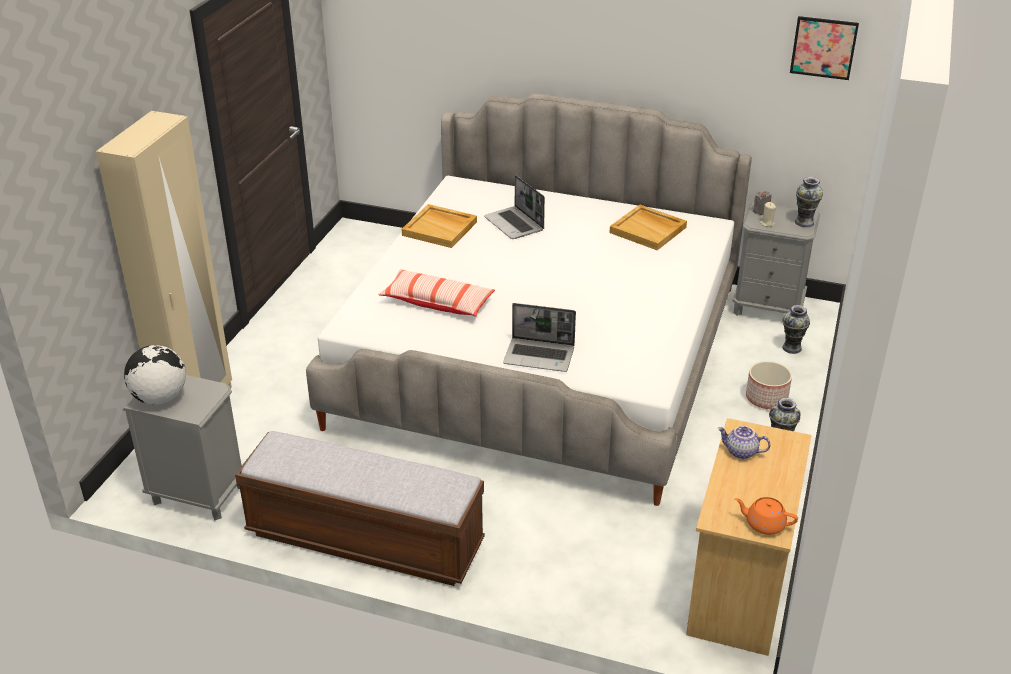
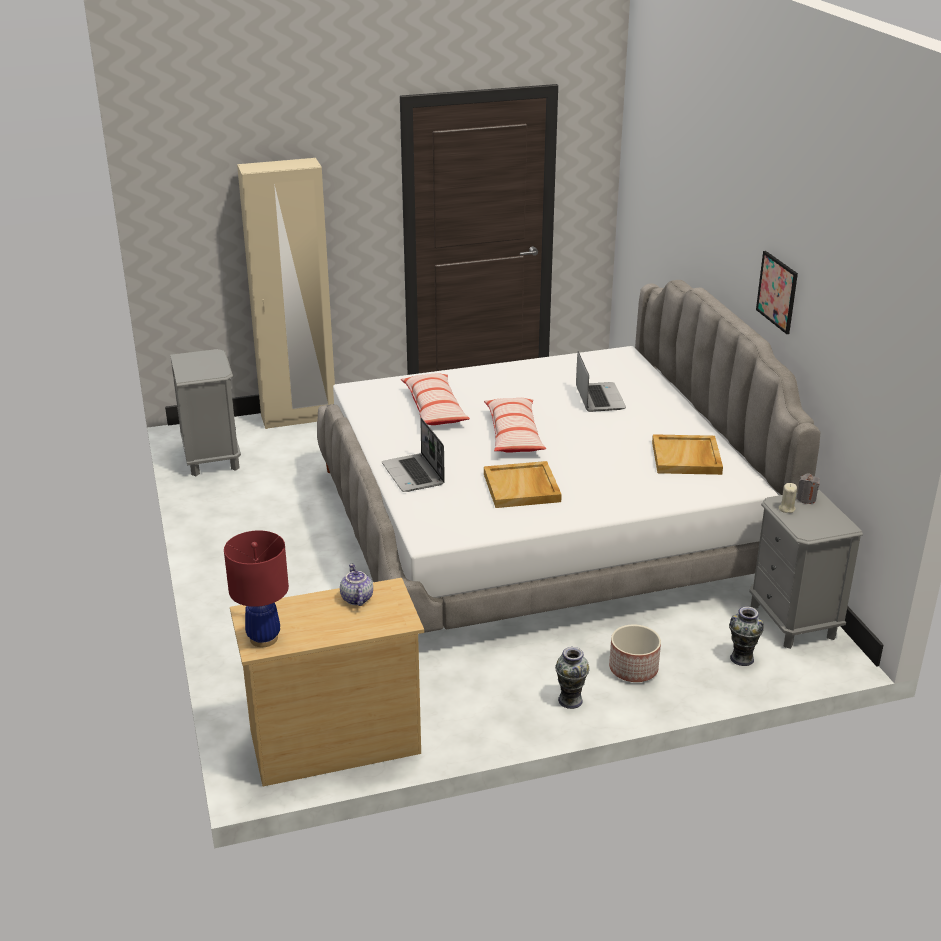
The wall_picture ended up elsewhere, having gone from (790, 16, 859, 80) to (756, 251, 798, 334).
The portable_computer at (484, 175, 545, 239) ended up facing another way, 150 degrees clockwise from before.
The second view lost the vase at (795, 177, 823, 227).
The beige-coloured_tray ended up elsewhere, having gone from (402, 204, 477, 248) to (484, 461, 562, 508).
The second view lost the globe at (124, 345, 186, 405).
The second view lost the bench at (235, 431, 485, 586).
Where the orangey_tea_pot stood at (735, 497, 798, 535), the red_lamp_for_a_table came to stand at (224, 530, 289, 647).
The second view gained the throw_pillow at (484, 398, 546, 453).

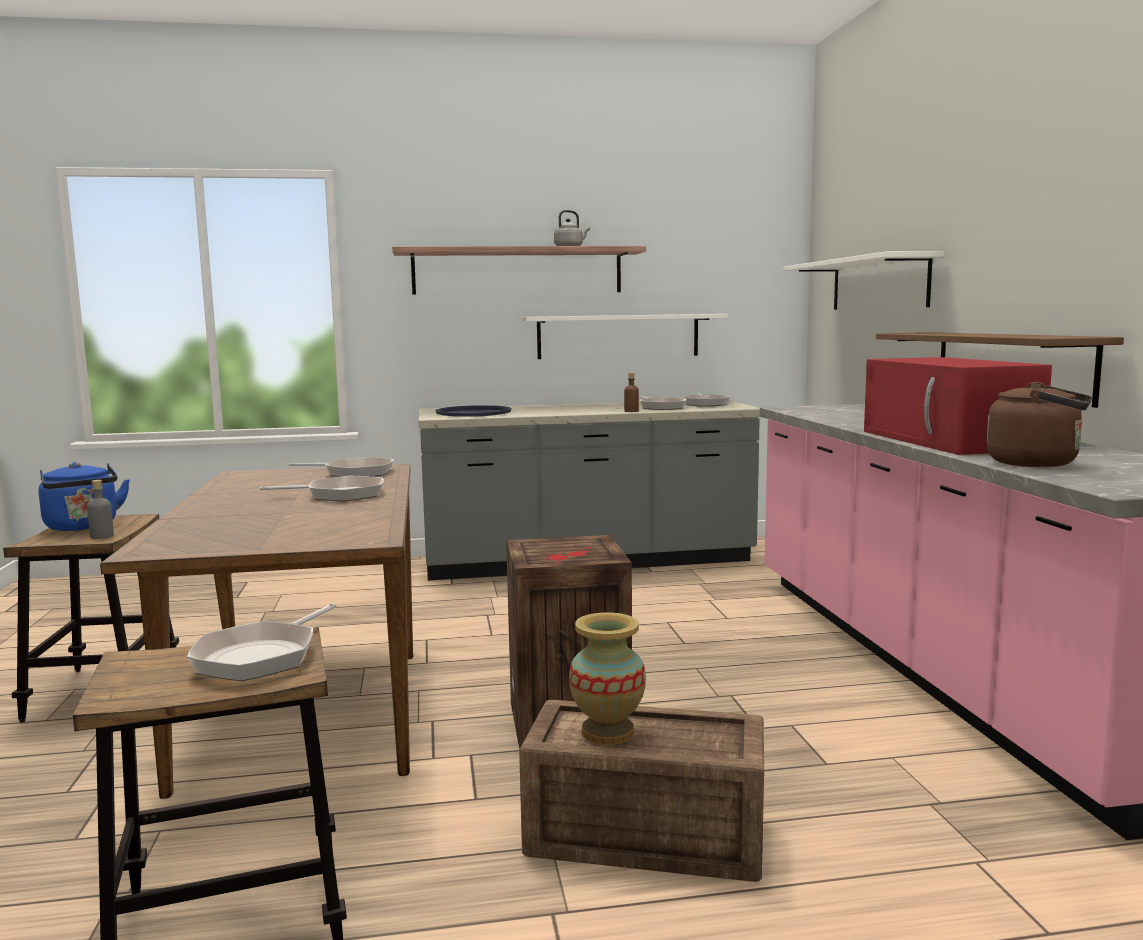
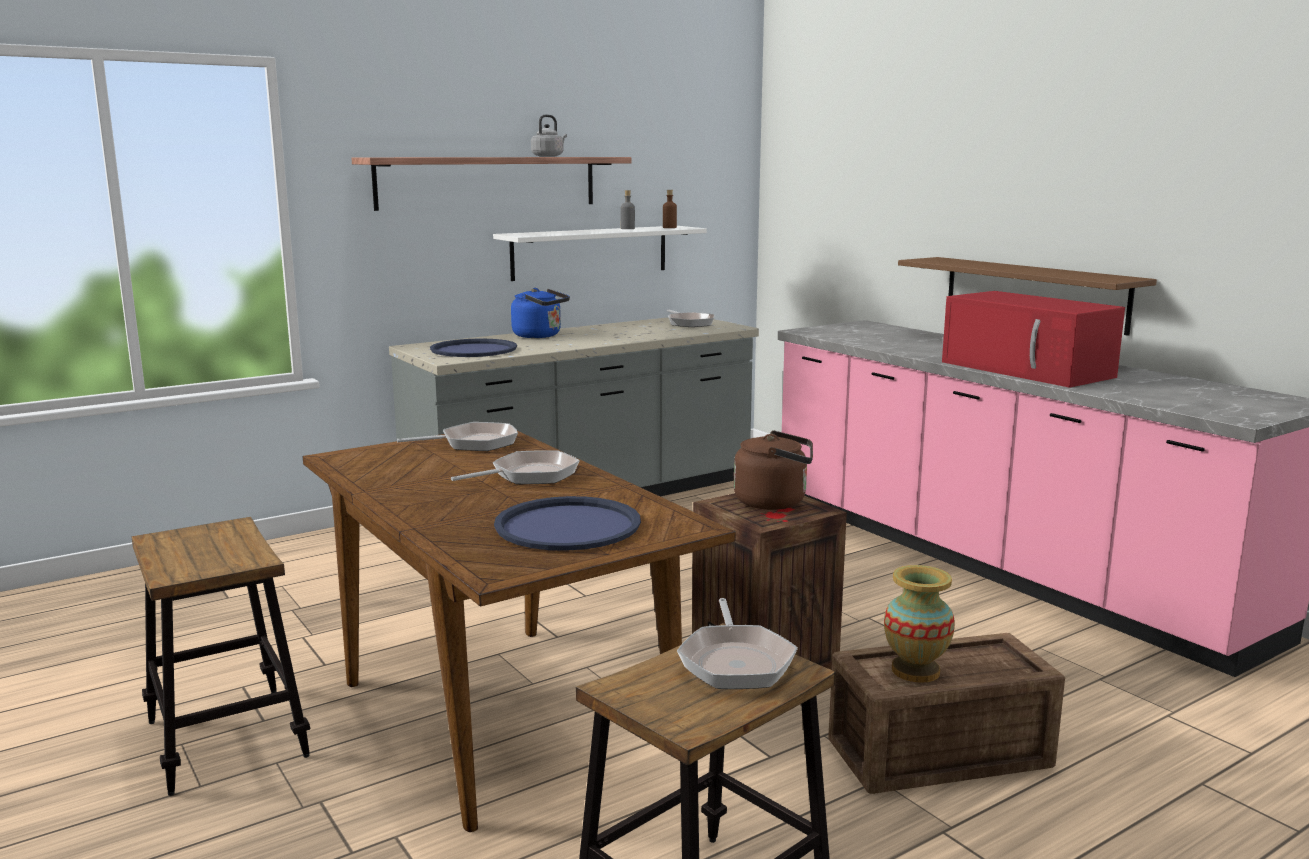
The second view lost the white_bracket_shelf at (783, 251, 944, 310).
The brown_beverage_bottle ended up elsewhere, having gone from (624, 373, 639, 412) to (663, 190, 677, 228).
The brown_water_kettle ended up elsewhere, having gone from (986, 382, 1092, 467) to (734, 430, 813, 510).
The second view lost the frying_pan at (639, 396, 686, 410).
The blue_water_kettle ended up elsewhere, having gone from (39, 462, 130, 531) to (511, 288, 570, 338).
The grey_beverage_bottle ended up elsewhere, having gone from (87, 480, 114, 539) to (621, 190, 635, 229).
The second view gained the blue_tray at (494, 496, 641, 551).

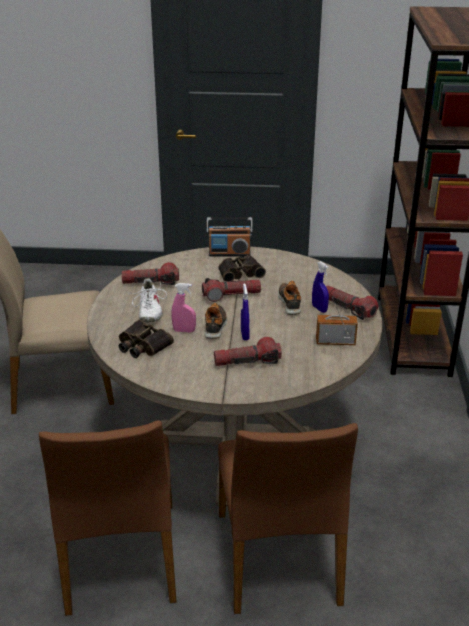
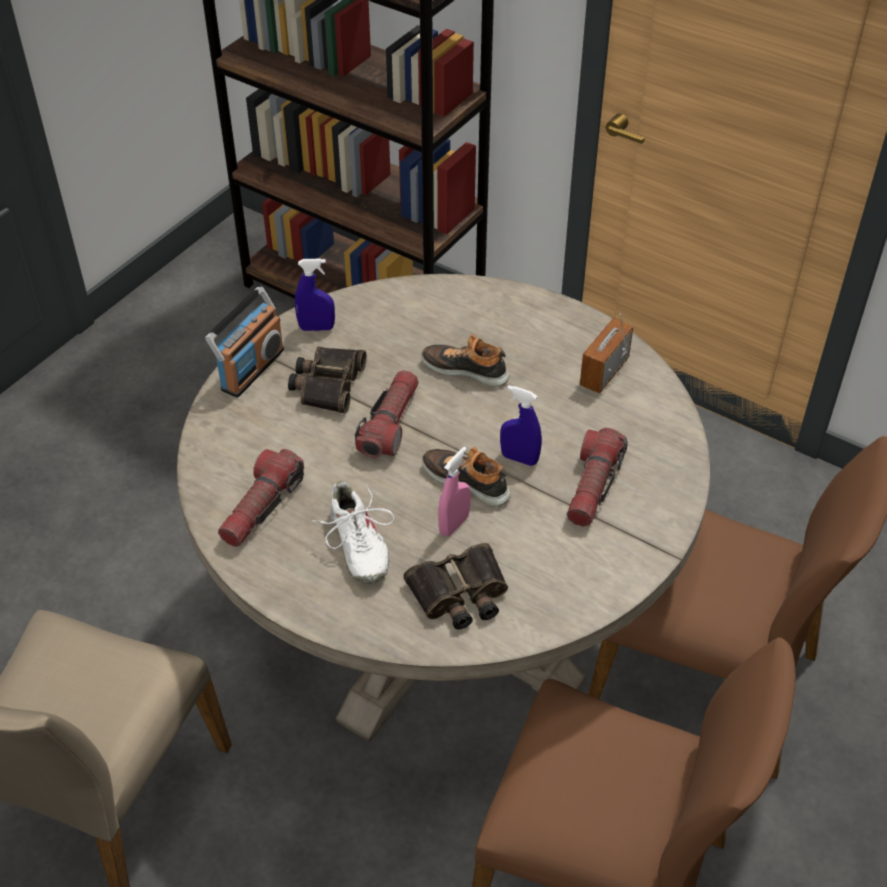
The blue_spray_bottle ended up elsewhere, having gone from (312, 261, 329, 313) to (295, 259, 335, 331).
The white_item_of_footwear at (129, 278, 167, 322) ended up facing another way, 45 degrees clockwise from before.
The second view lost the flashlight at (326, 285, 378, 320).

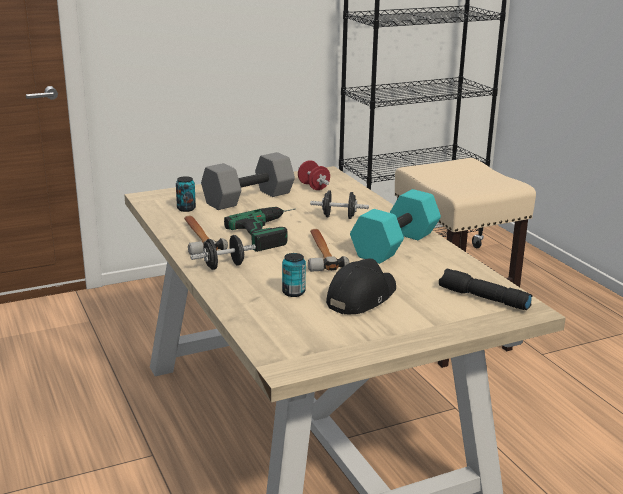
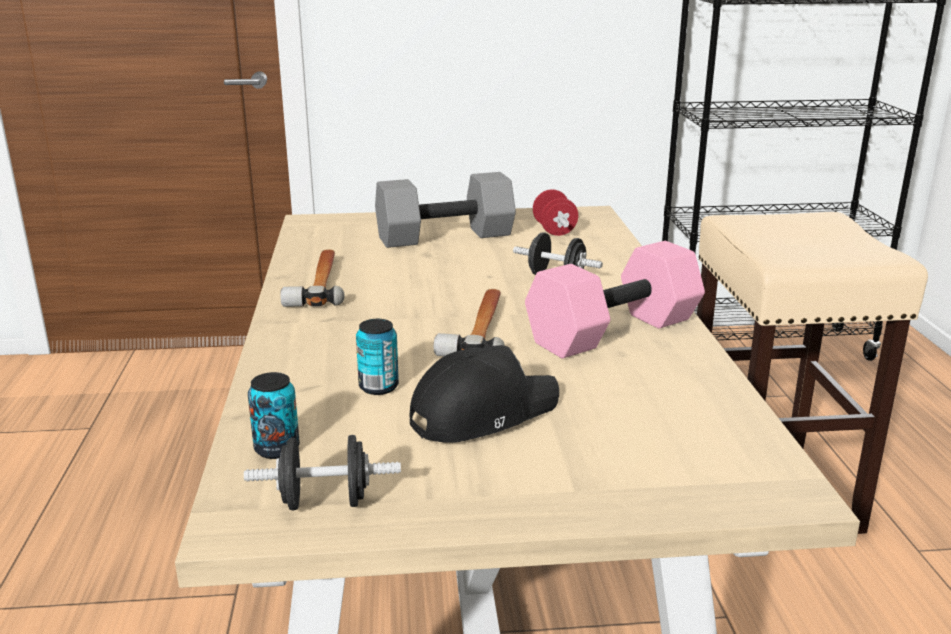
The can ended up elsewhere, having gone from (176, 176, 196, 212) to (248, 372, 300, 459).
What was the blue-green_hand_weight at (350, 189, 441, 264) turned into the pinkish_hand_weight at (525, 241, 705, 359).
The second view lost the drill at (224, 207, 295, 252).
The black-coloured_hand_weight ended up elsewhere, having gone from (190, 235, 256, 270) to (244, 435, 401, 511).
The second view lost the black-coloured_flashlight at (439, 268, 533, 310).

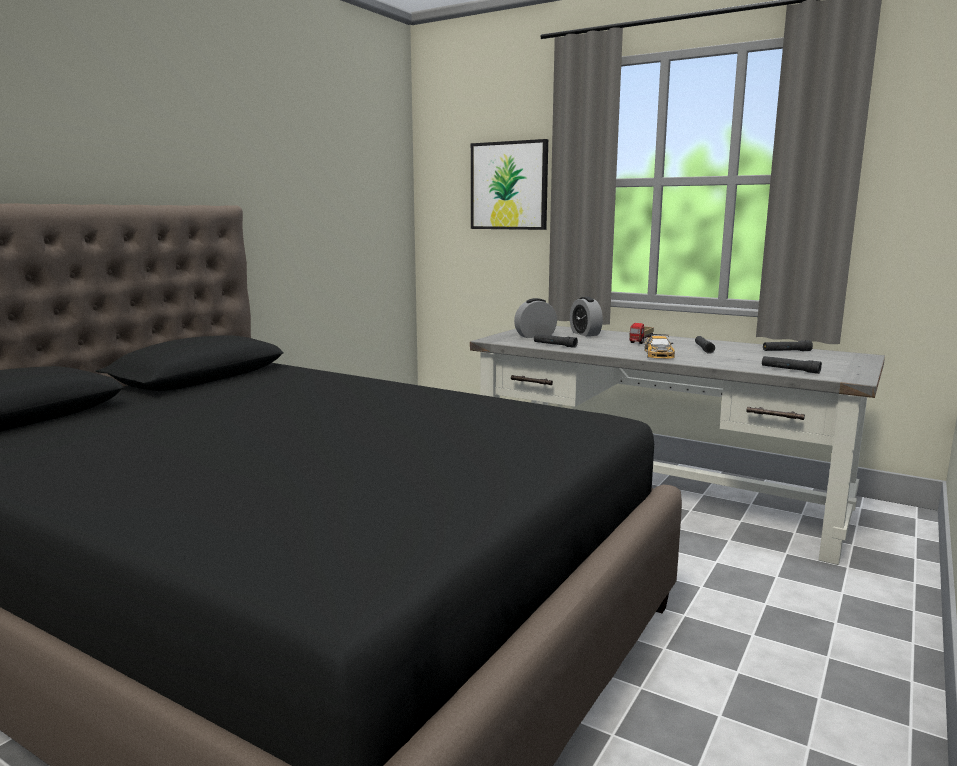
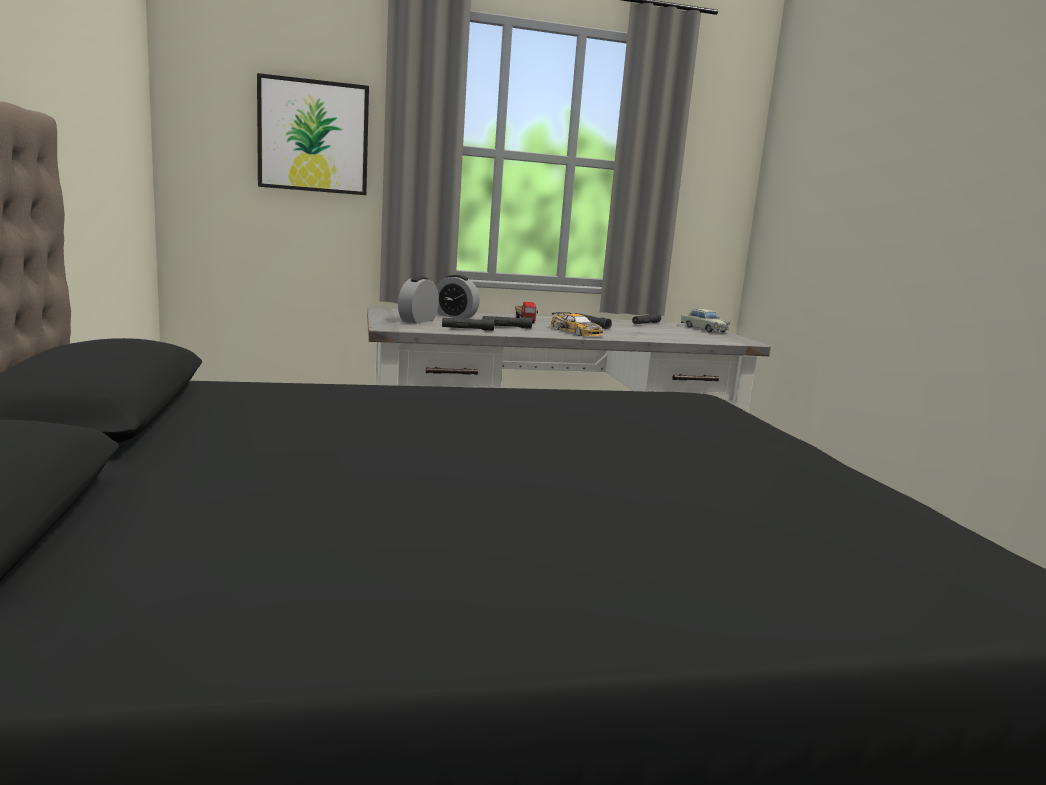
The black-coloured_flashlight ended up elsewhere, having gone from (762, 356, 822, 374) to (483, 316, 532, 329).
The second view gained the beige-coloured_toy_car at (681, 309, 730, 332).

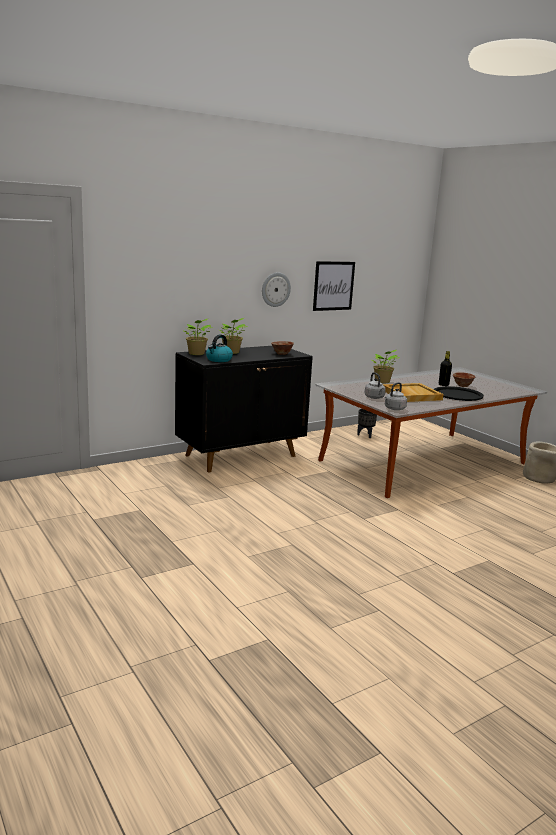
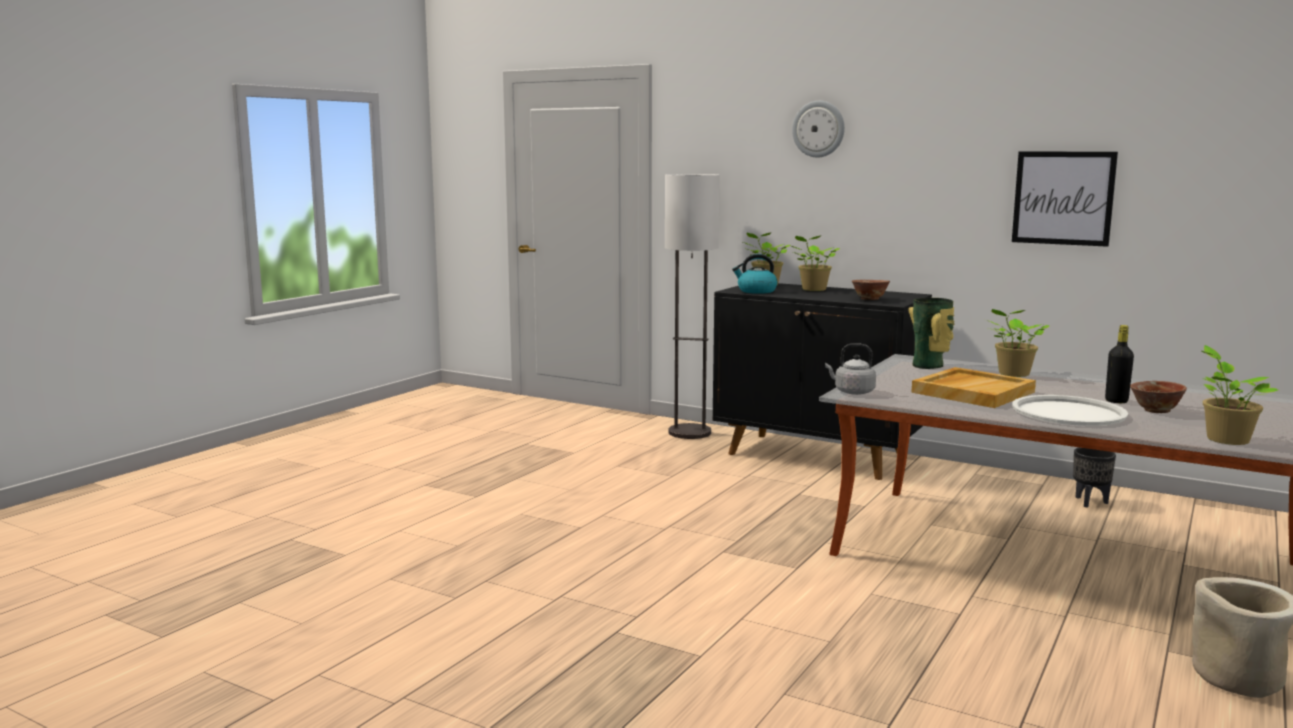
The clock_on_the_wall ended up elsewhere, having gone from (262, 272, 291, 307) to (792, 101, 845, 158).
The second view lost the grey_water_kettle at (365, 372, 386, 399).
What was the black-coloured_tray at (434, 386, 484, 401) turned into the white_tray at (1012, 395, 1128, 426).
The second view gained the standard_lamp at (665, 174, 720, 439).
The second view gained the vase at (908, 298, 954, 369).
The second view gained the houseplant at (1201, 345, 1278, 445).

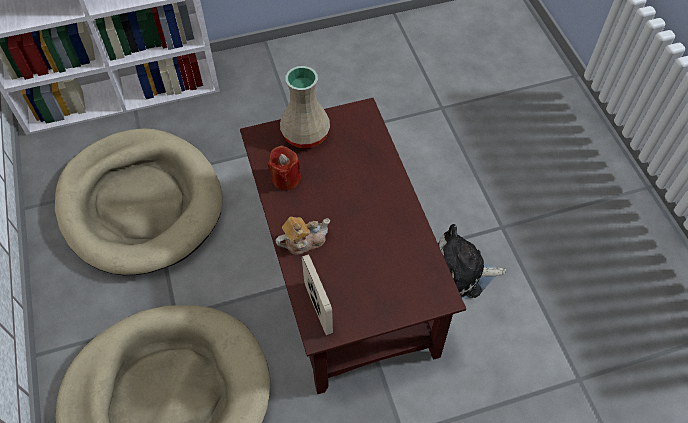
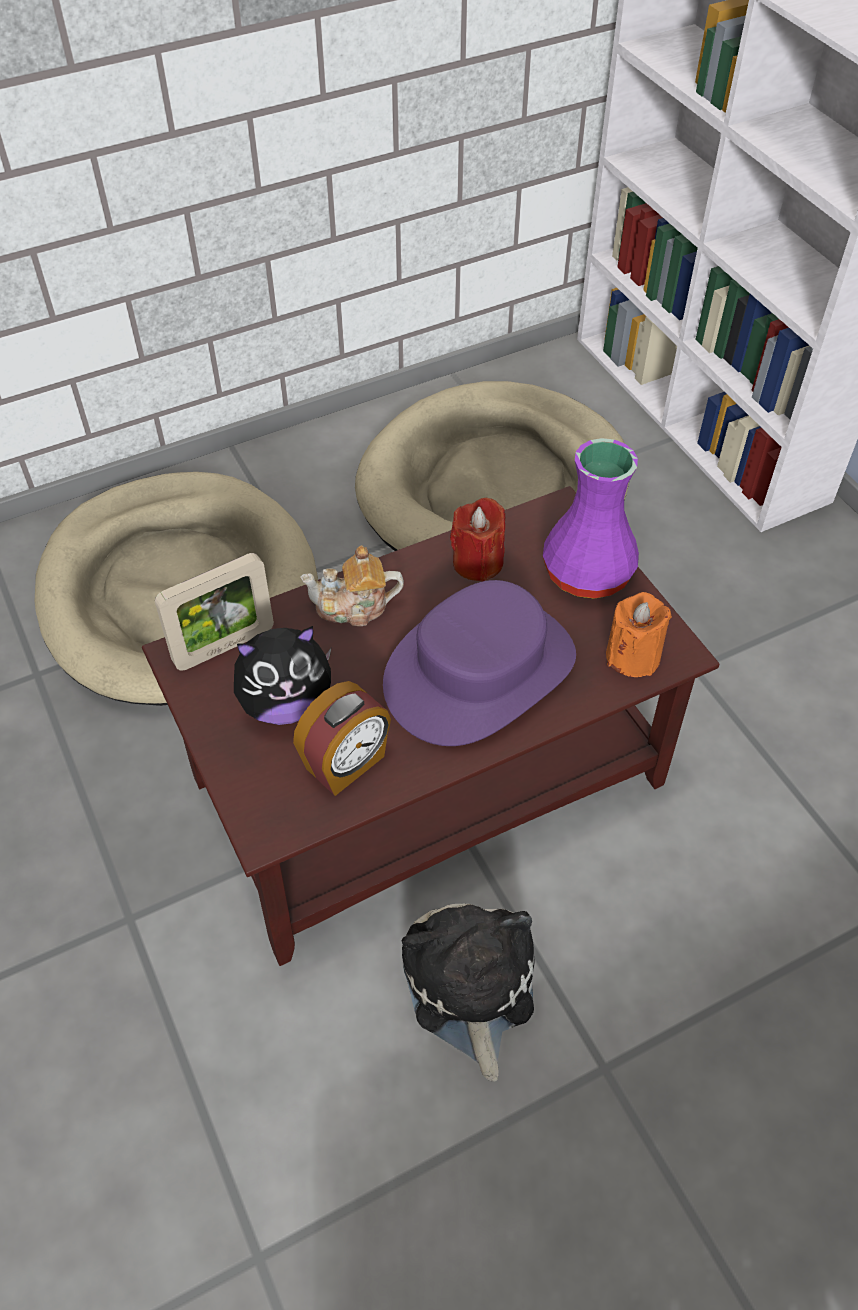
What was the beige-coloured_vase at (280, 66, 330, 148) turned into the purple_vase at (543, 438, 639, 599).
The tea_pot at (276, 217, 330, 255) ended up facing another way, 120 degrees clockwise from before.
The second view gained the purple_hat at (383, 580, 576, 746).
The second view gained the orangey_wax_candle at (606, 592, 672, 677).
The second view gained the soft_toy at (234, 626, 331, 725).
The second view gained the bedside_clock at (293, 681, 391, 796).

